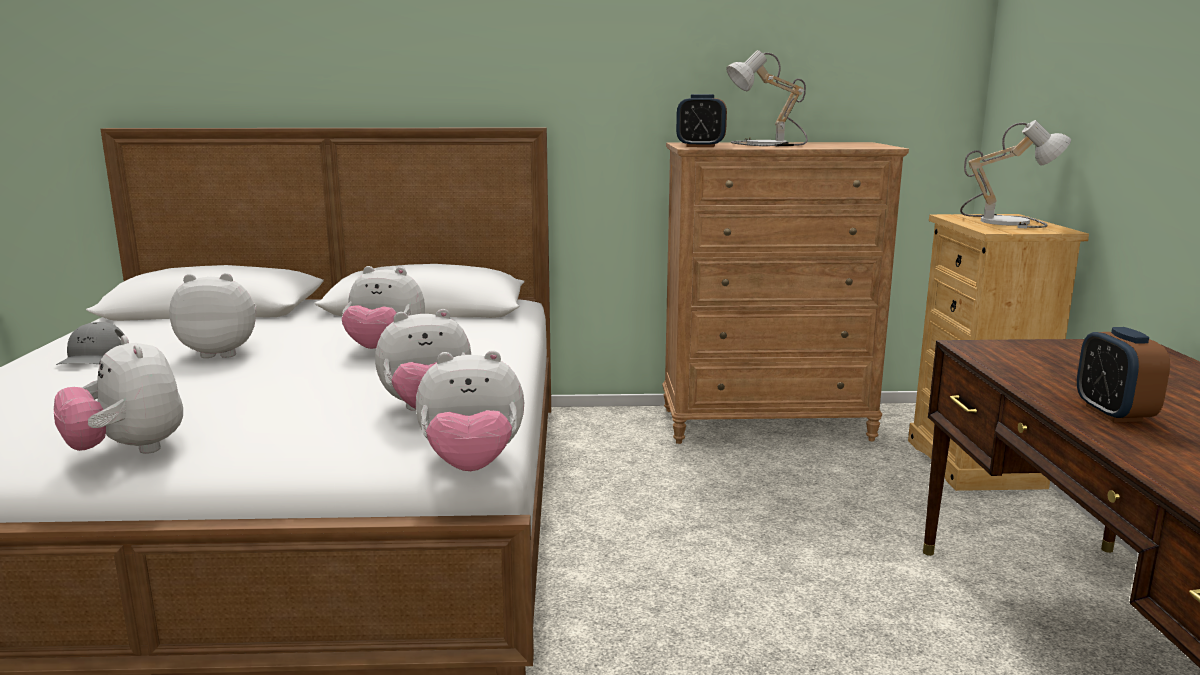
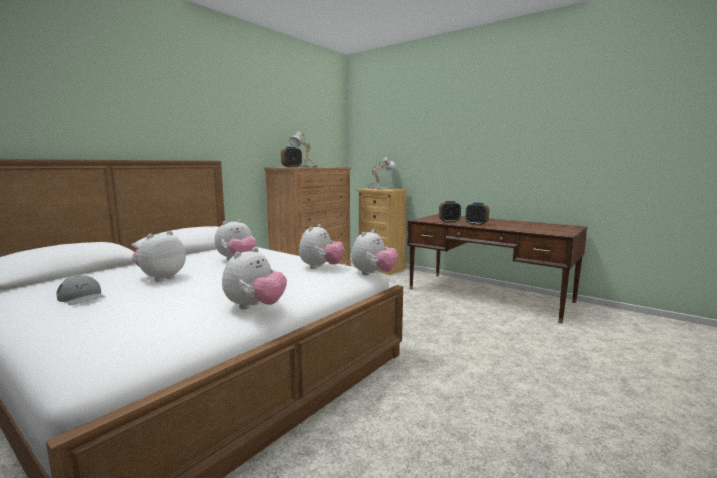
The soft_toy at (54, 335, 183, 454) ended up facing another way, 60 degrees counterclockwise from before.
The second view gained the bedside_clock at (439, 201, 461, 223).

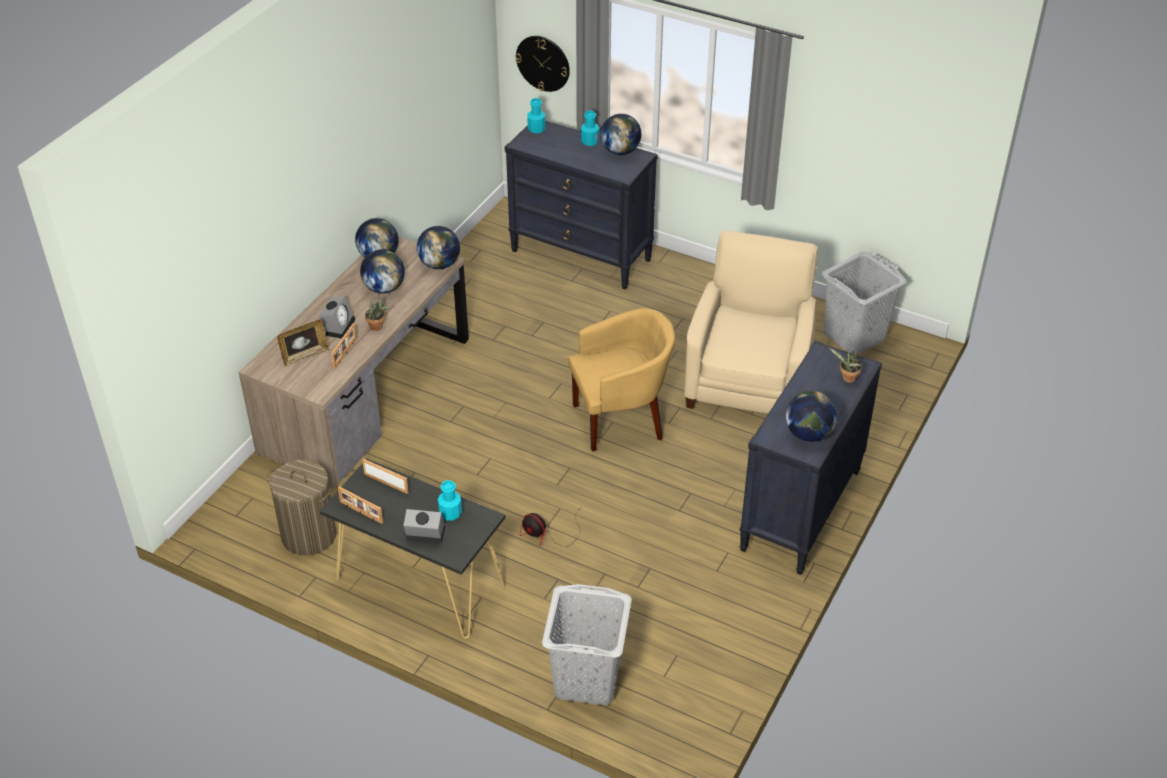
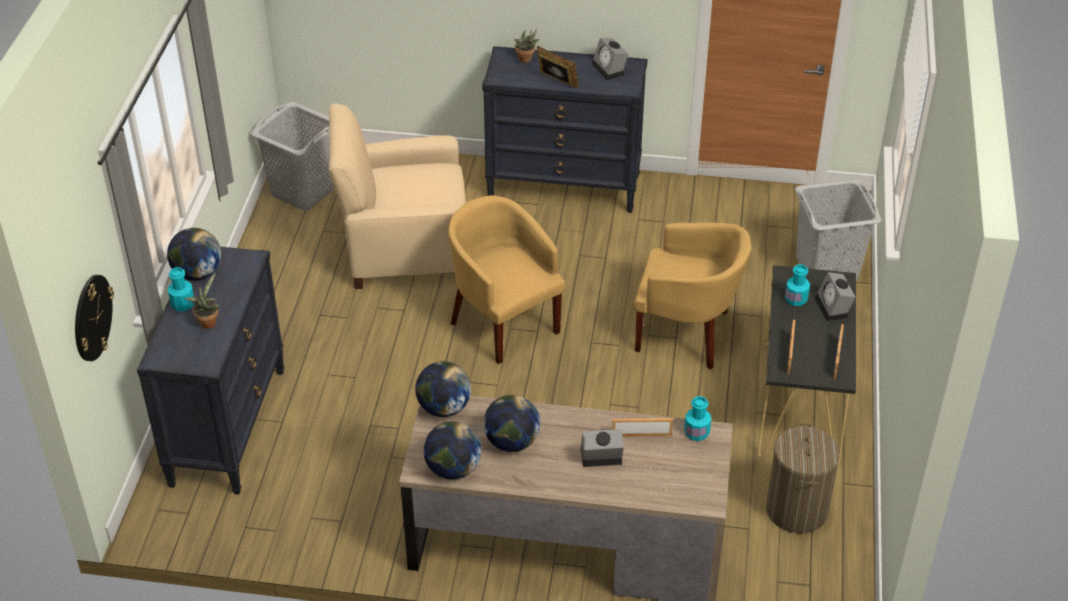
The blue-green_beverage_bottle ended up elsewhere, having gone from (527, 98, 545, 133) to (684, 396, 711, 441).
The houseplant ended up elsewhere, having gone from (365, 294, 390, 331) to (185, 273, 220, 329).
The picture_frame ended up elsewhere, having gone from (277, 319, 329, 366) to (537, 46, 579, 88).
Where the globe stood at (786, 391, 837, 442), the bedside_clock came to stand at (592, 38, 628, 80).
Where the fan stood at (520, 511, 581, 547), the yellow_easy_chair came to stand at (633, 222, 751, 370).

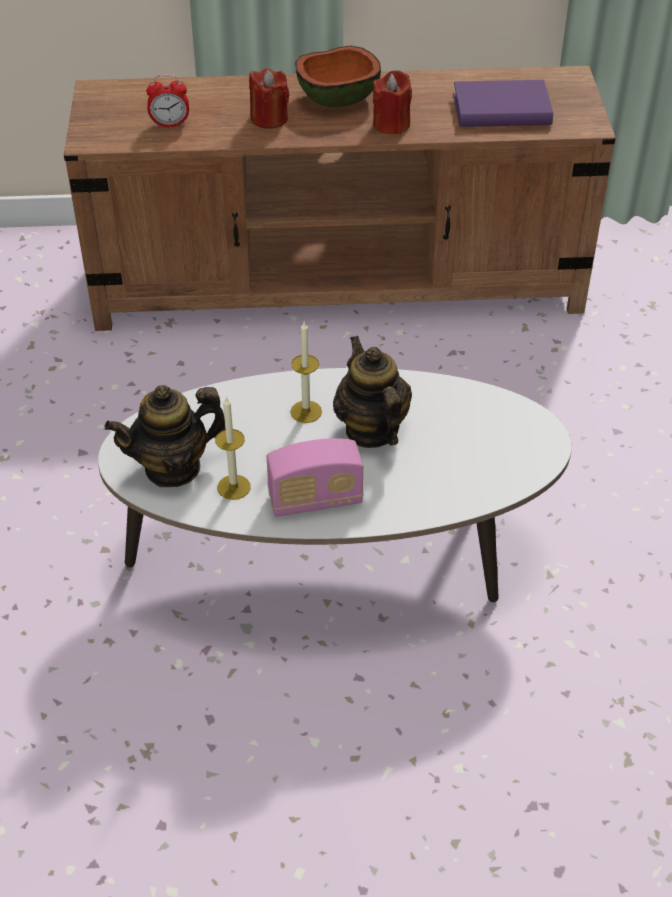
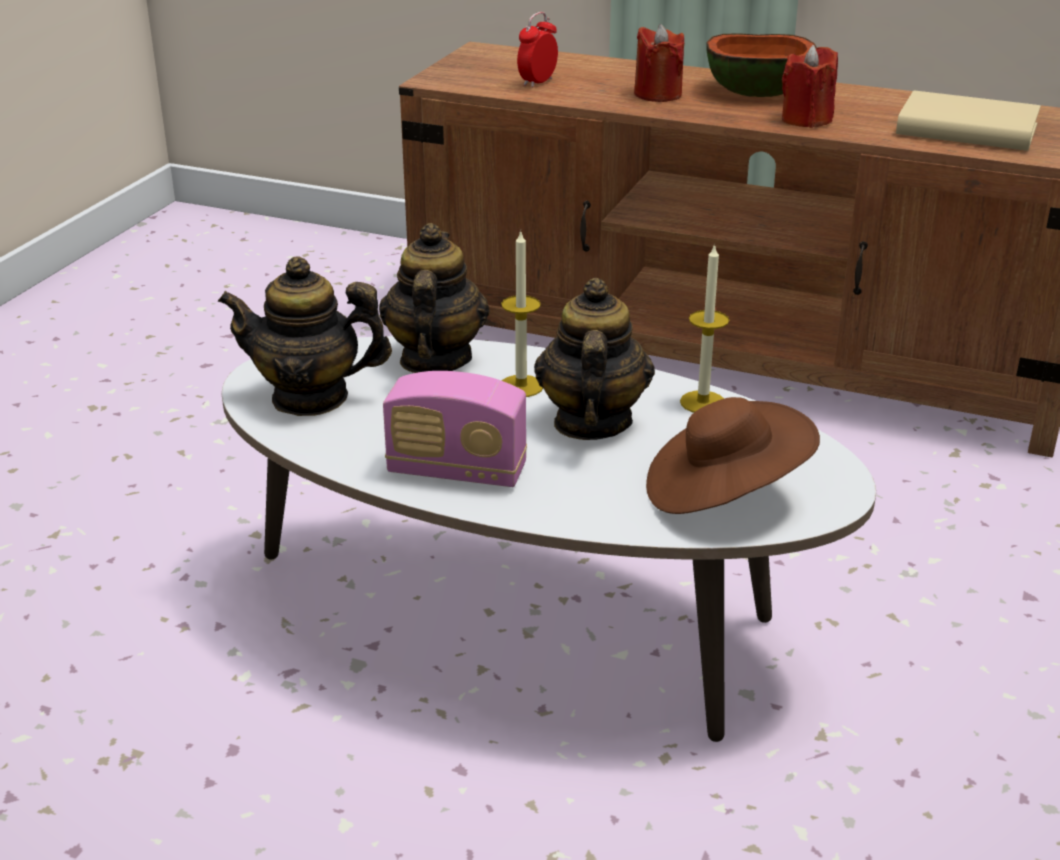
The bedside_clock at (146, 74, 189, 128) ended up facing another way, 105 degrees clockwise from before.
What was the purple_volume at (453, 80, 553, 127) turned into the beige-coloured_volume at (896, 91, 1041, 151).
The wax_candle ended up elsewhere, having gone from (215, 396, 251, 500) to (680, 243, 729, 413).
The second view gained the tea_pot at (379, 223, 490, 373).
The second view gained the brown_hat at (646, 397, 820, 514).

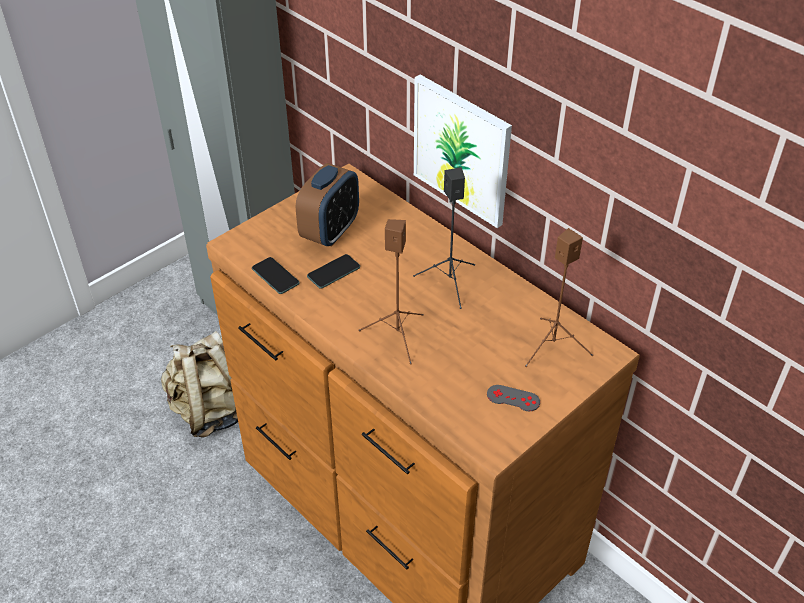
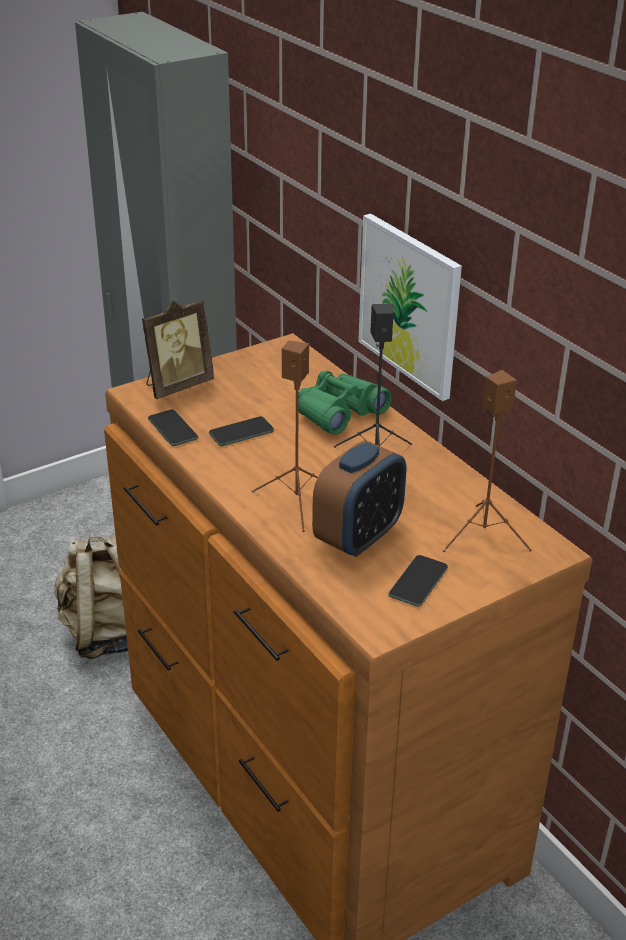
The bedside_clock ended up elsewhere, having gone from (296, 163, 359, 247) to (312, 440, 406, 557).
Where the grey_joypad stood at (487, 385, 540, 411), the telephone came to stand at (389, 555, 448, 607).
The second view gained the picture_frame at (142, 300, 214, 399).
The second view gained the greenish_field_glasses at (298, 370, 392, 435).

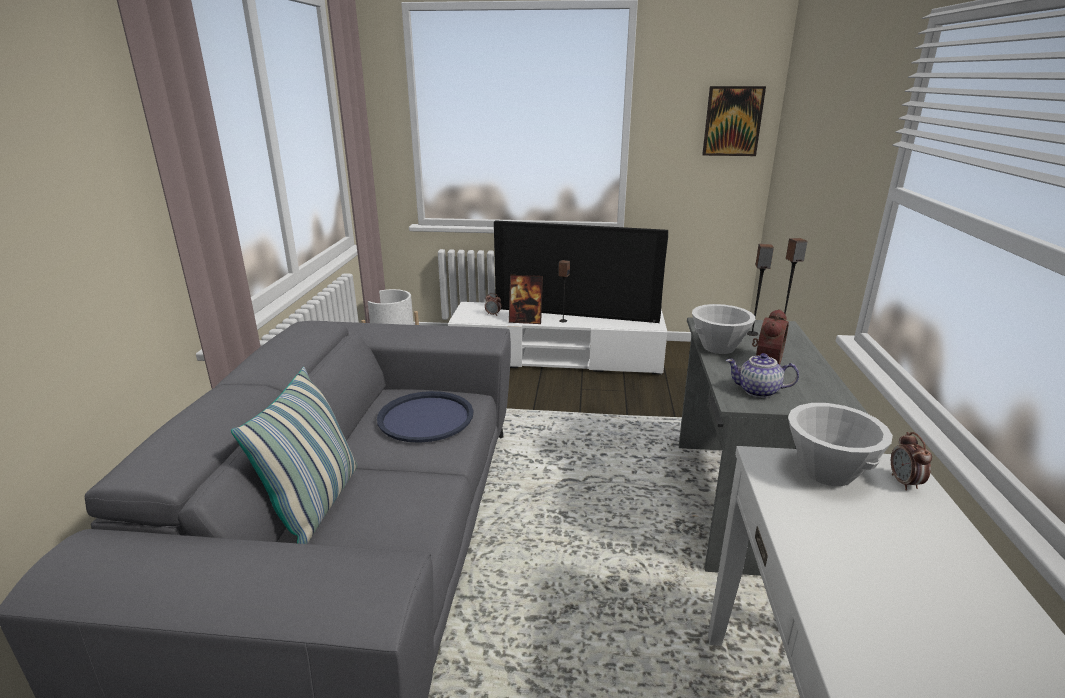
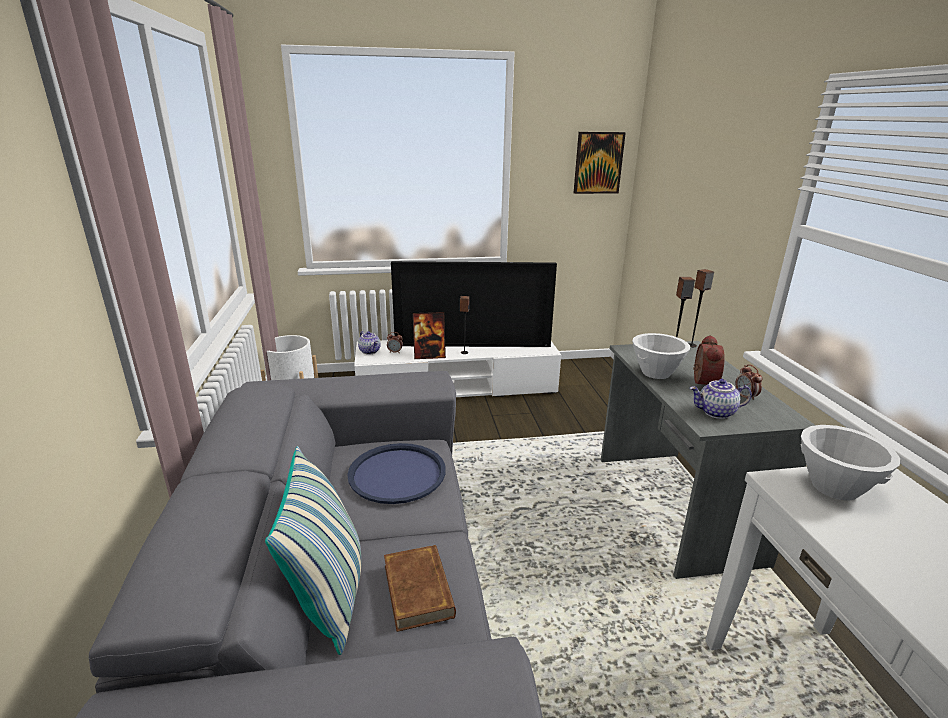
The bedside_clock ended up elsewhere, having gone from (891, 432, 932, 491) to (735, 364, 762, 400).
The second view gained the tea_pot at (358, 331, 381, 355).
The second view gained the brown_volume at (384, 545, 456, 632).

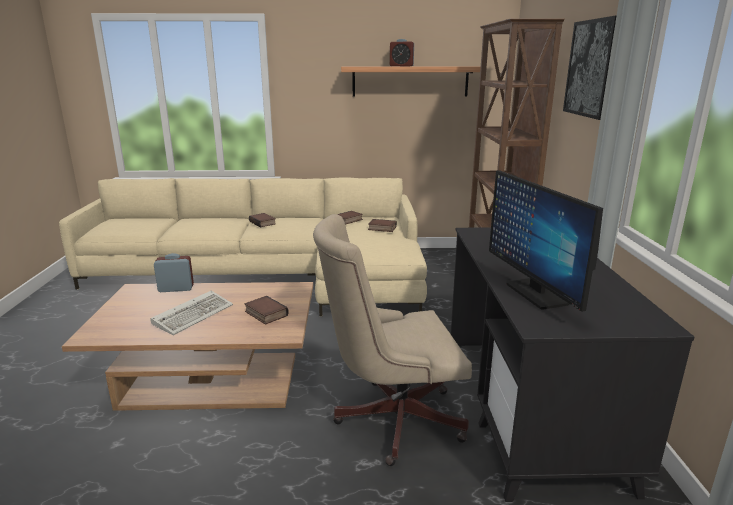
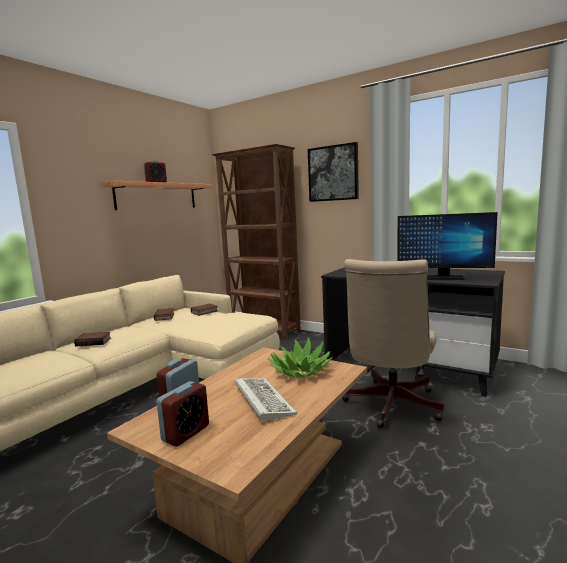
Where the volume stood at (244, 296, 289, 325), the houseplant came to stand at (267, 337, 333, 378).
The second view gained the bedside_clock at (157, 381, 209, 447).

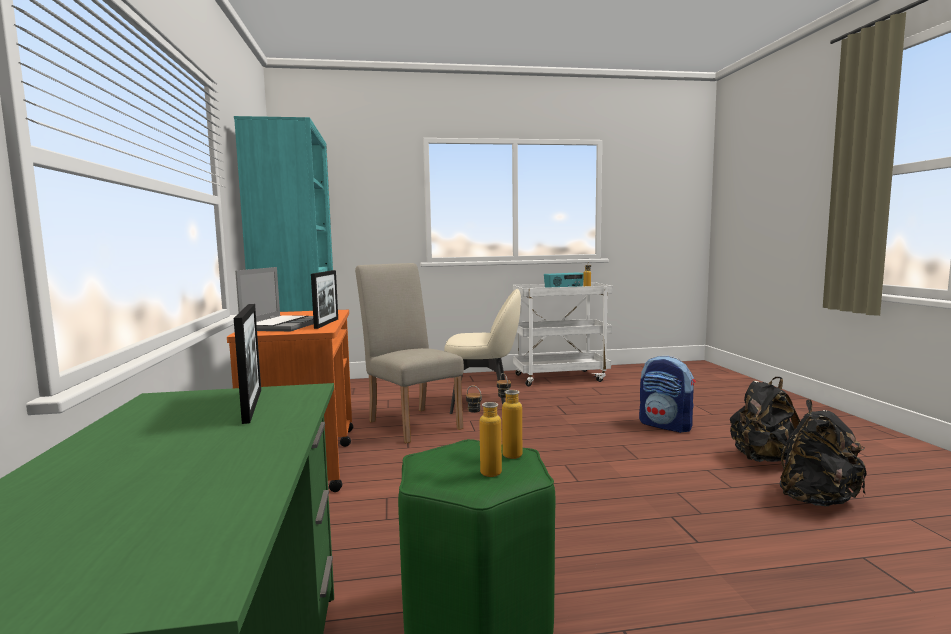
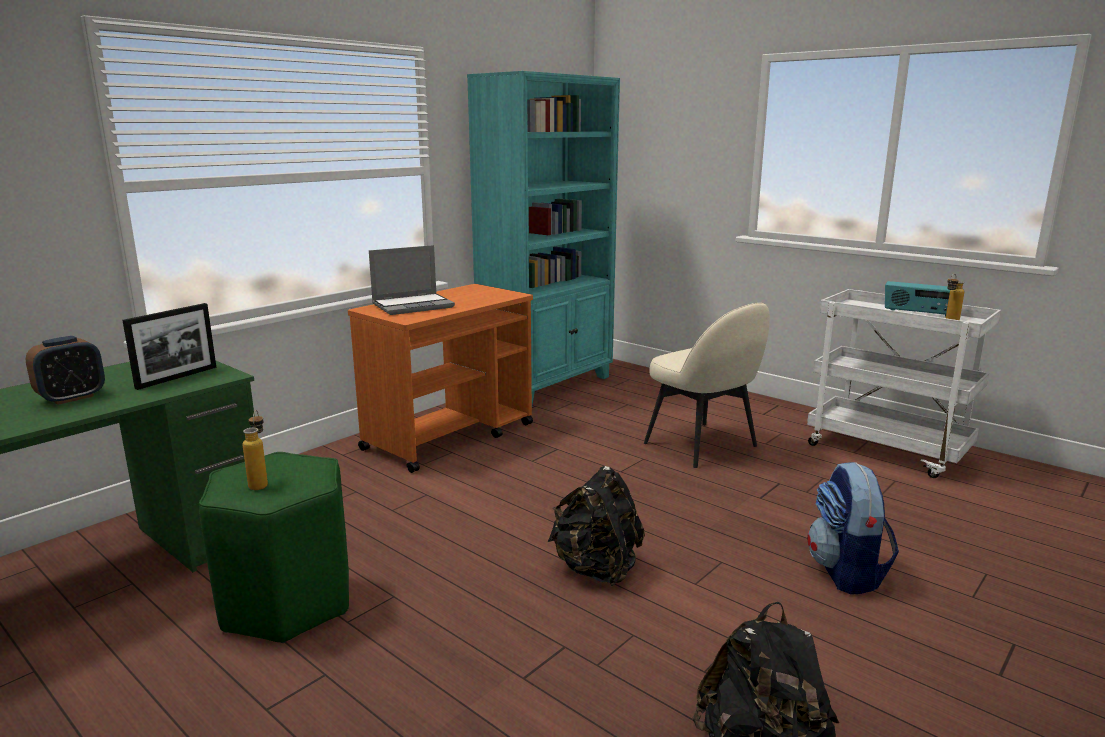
The second view lost the beige-coloured_upright_chair at (355, 263, 464, 443).
The second view lost the picture_frame at (311, 270, 338, 329).
The second view lost the beverage_bottle at (497, 373, 522, 459).
The black-coloured_rucksack ended up elsewhere, having gone from (730, 377, 800, 462) to (548, 466, 645, 586).
The second view gained the bedside_clock at (25, 336, 105, 405).

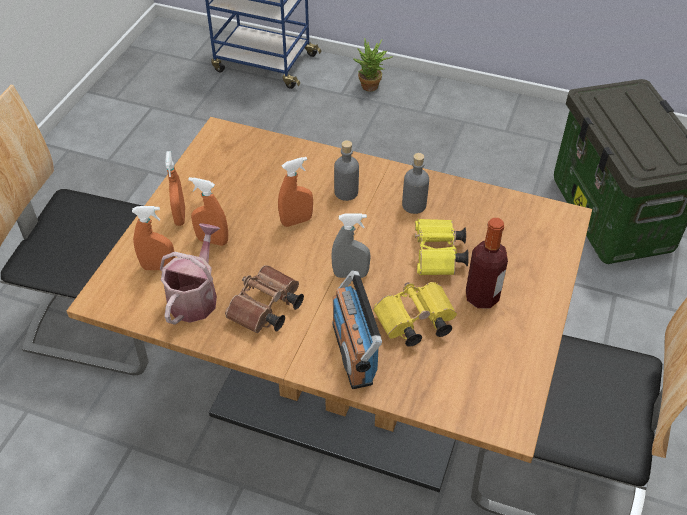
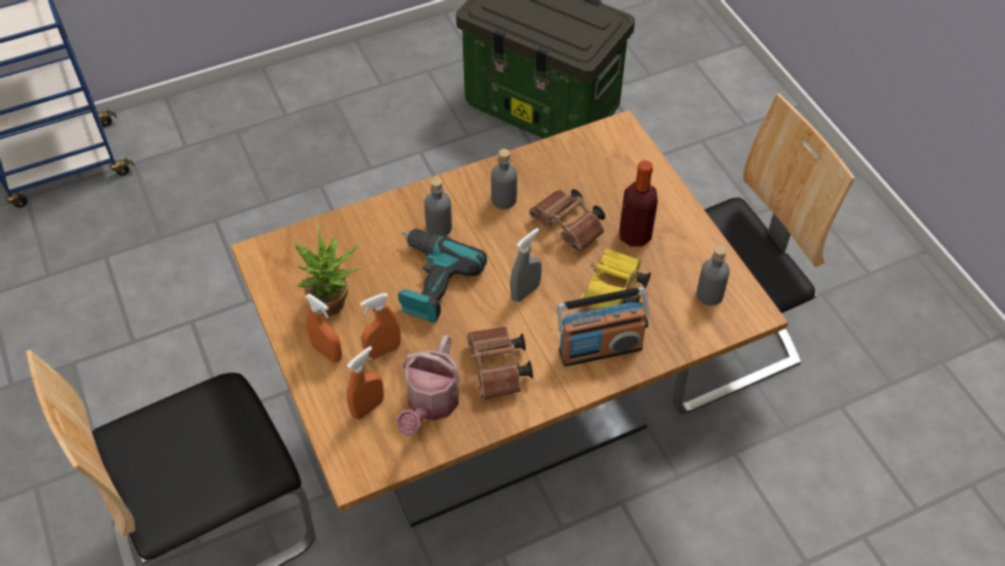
The houseplant ended up elsewhere, having gone from (353, 38, 393, 92) to (293, 225, 362, 316).
Where the orangey_spray_bottle stood at (278, 157, 313, 227), the drill came to stand at (398, 229, 487, 323).
What was the yellow_field_glasses at (415, 219, 469, 275) turned into the brown_field_glasses at (529, 189, 605, 253).
The sprinkling_can at (160, 223, 220, 325) ended up facing another way, 135 degrees counterclockwise from before.
The radio at (332, 270, 382, 389) ended up facing another way, 45 degrees counterclockwise from before.
The second view gained the grey_beverage_bottle at (696, 245, 730, 306).

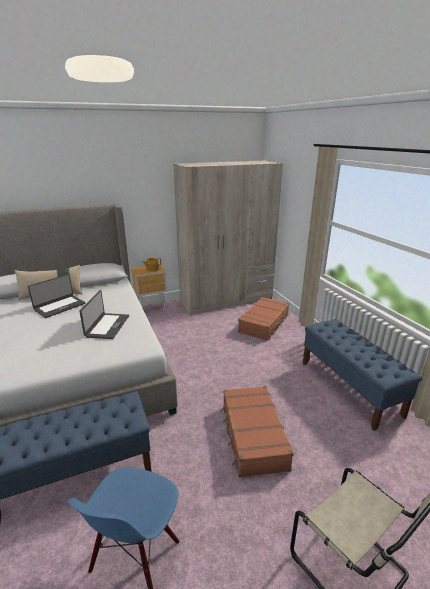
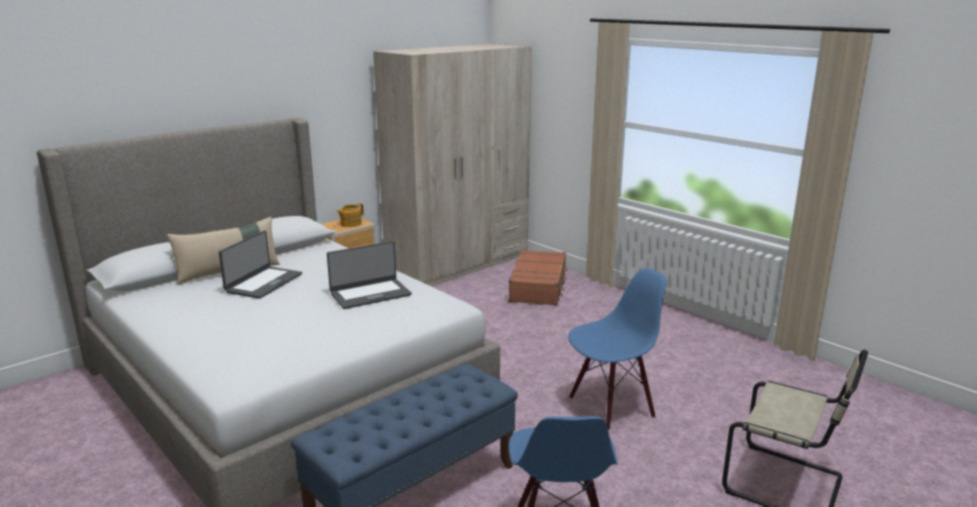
The portable_computer at (79, 290, 129, 339) ended up facing another way, 75 degrees clockwise from before.
The second view lost the blue_bench at (303, 320, 422, 431).
Where the brown_travel_case stood at (221, 386, 294, 478), the blue_upright_chair came to stand at (568, 268, 667, 430).

